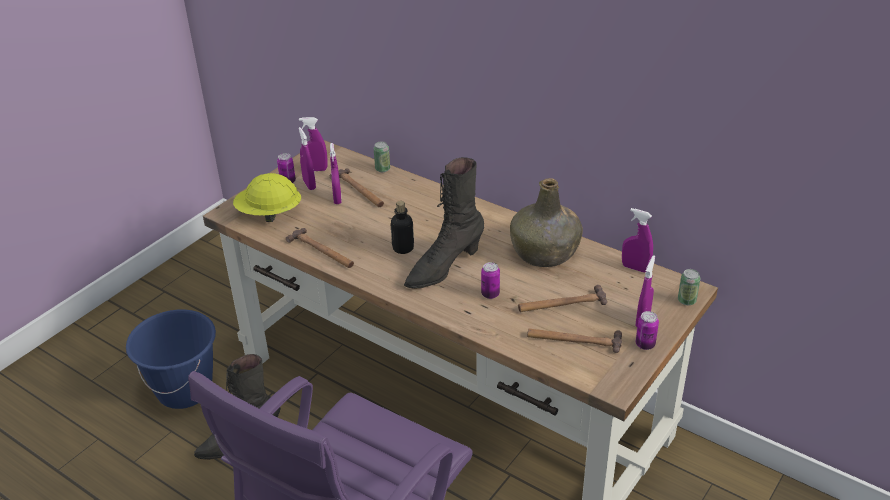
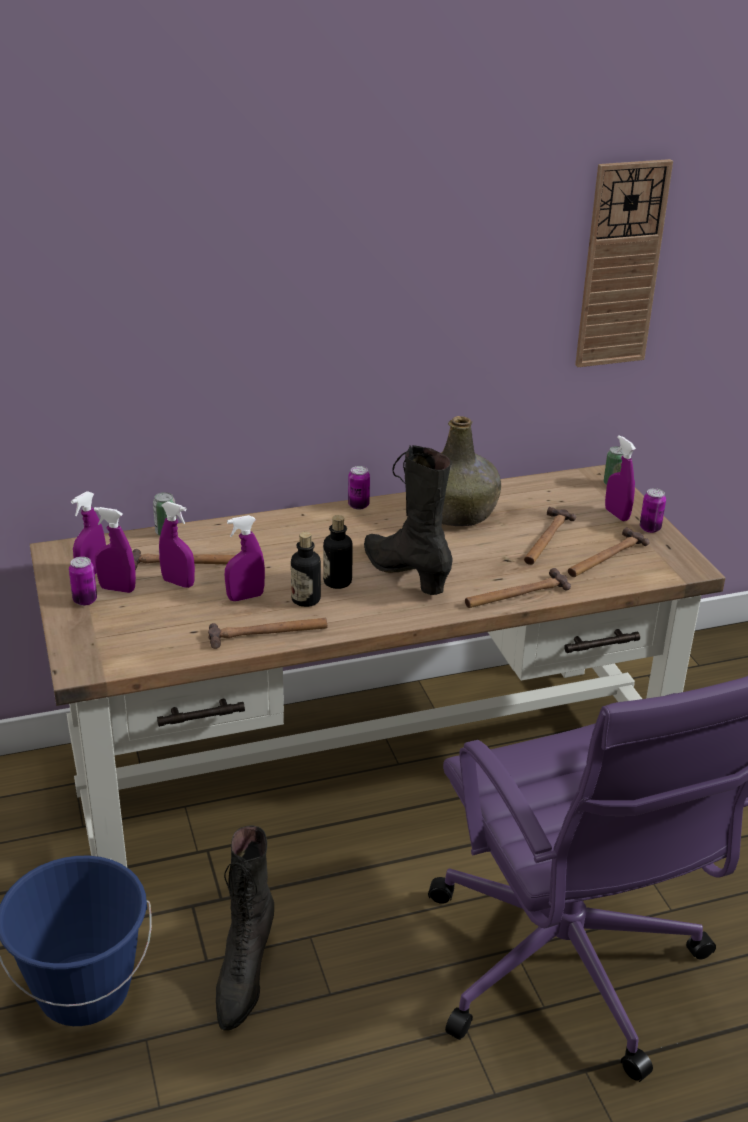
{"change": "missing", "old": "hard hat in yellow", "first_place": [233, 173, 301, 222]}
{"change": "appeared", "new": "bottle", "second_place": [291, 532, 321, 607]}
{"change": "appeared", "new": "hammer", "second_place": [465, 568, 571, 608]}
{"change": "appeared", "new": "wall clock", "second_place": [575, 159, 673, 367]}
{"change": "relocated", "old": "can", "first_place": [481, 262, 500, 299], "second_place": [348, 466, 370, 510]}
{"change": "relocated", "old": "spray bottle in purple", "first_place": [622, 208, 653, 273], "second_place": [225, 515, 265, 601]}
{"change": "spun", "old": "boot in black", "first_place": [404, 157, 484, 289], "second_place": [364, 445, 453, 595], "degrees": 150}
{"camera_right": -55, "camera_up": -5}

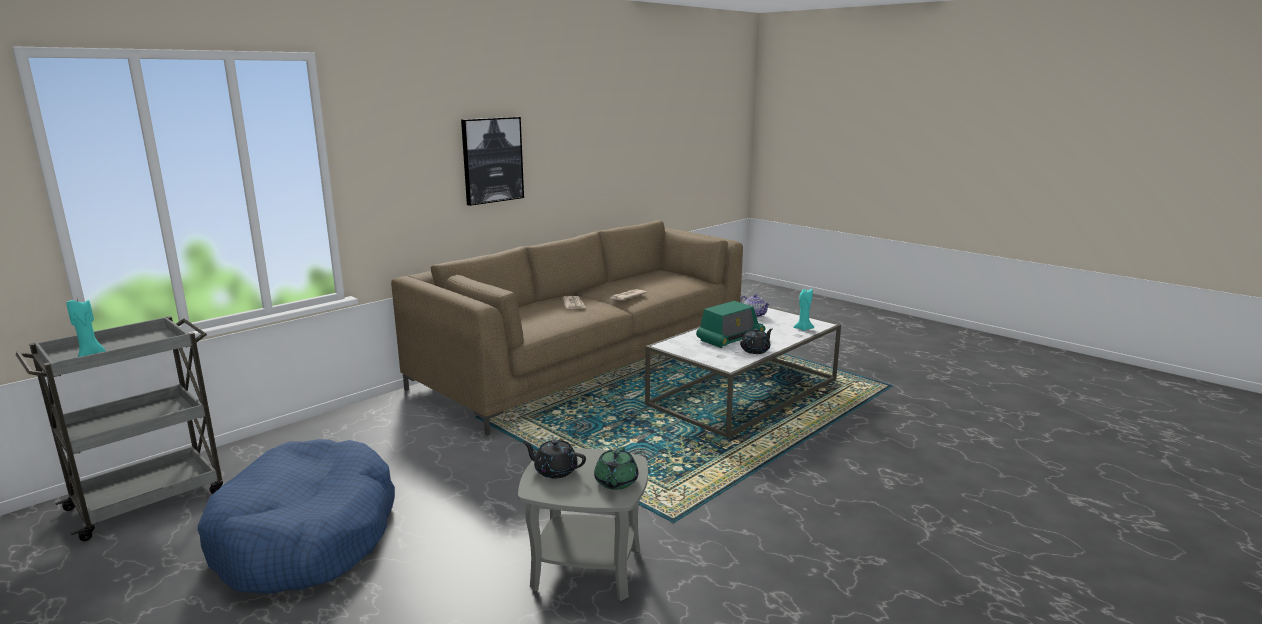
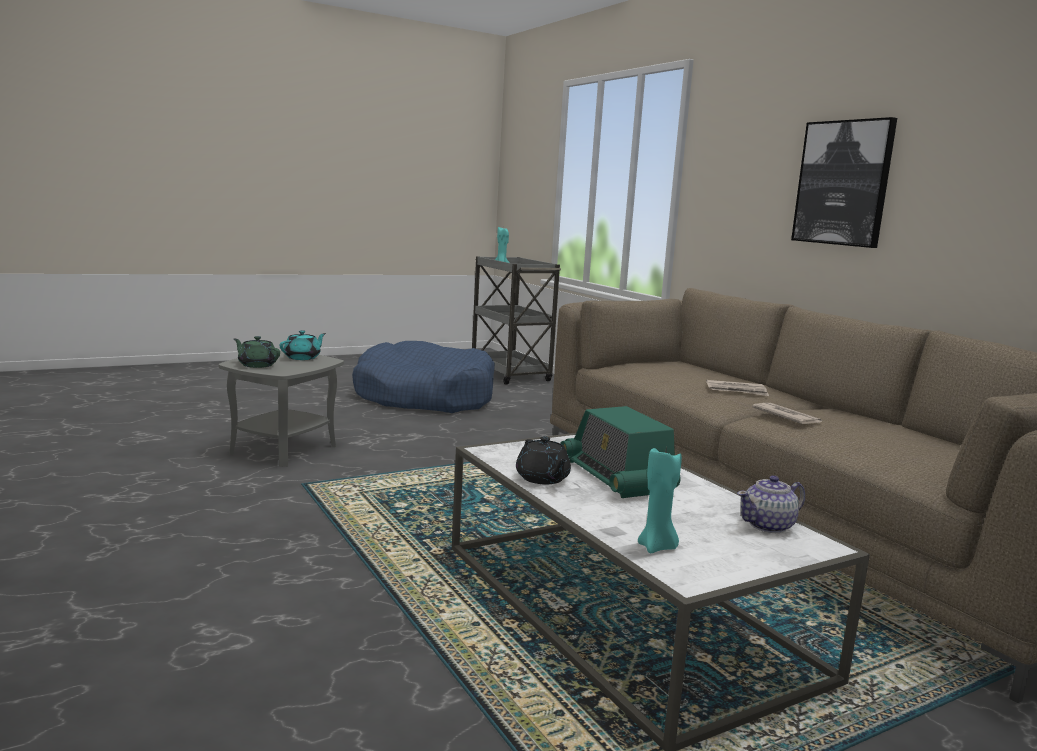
{"change": "colour", "old": "teapot in black", "new": "teapot in turquoise", "first_place": [522, 440, 586, 478], "second_place": [280, 330, 326, 360]}
{"camera_right": 105, "camera_up": -5}

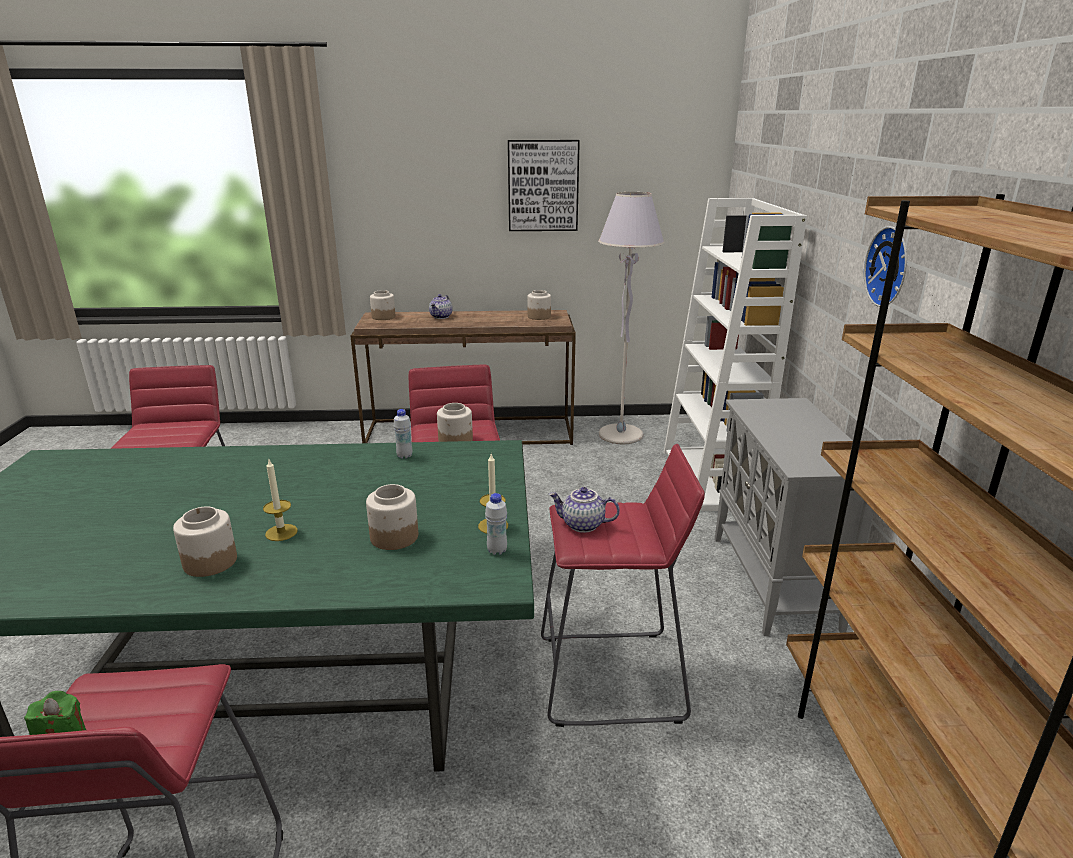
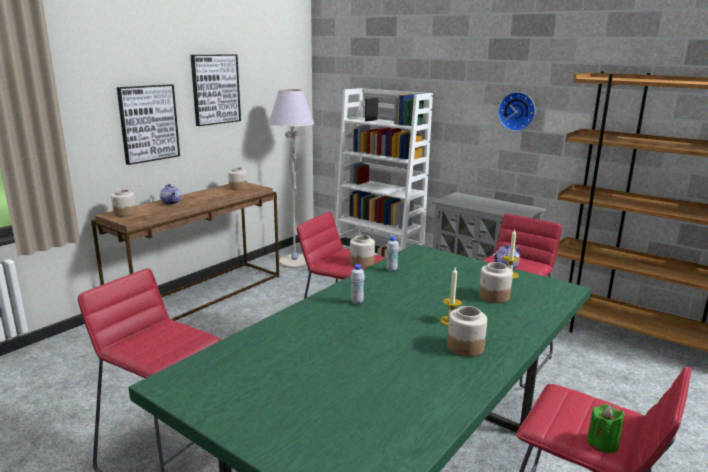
{"change": "appeared", "new": "picture", "second_place": [117, 84, 180, 165]}
{"change": "relocated", "old": "bottle in white", "first_place": [485, 493, 507, 555], "second_place": [351, 264, 365, 305]}
{"camera_right": -50, "camera_up": -5}

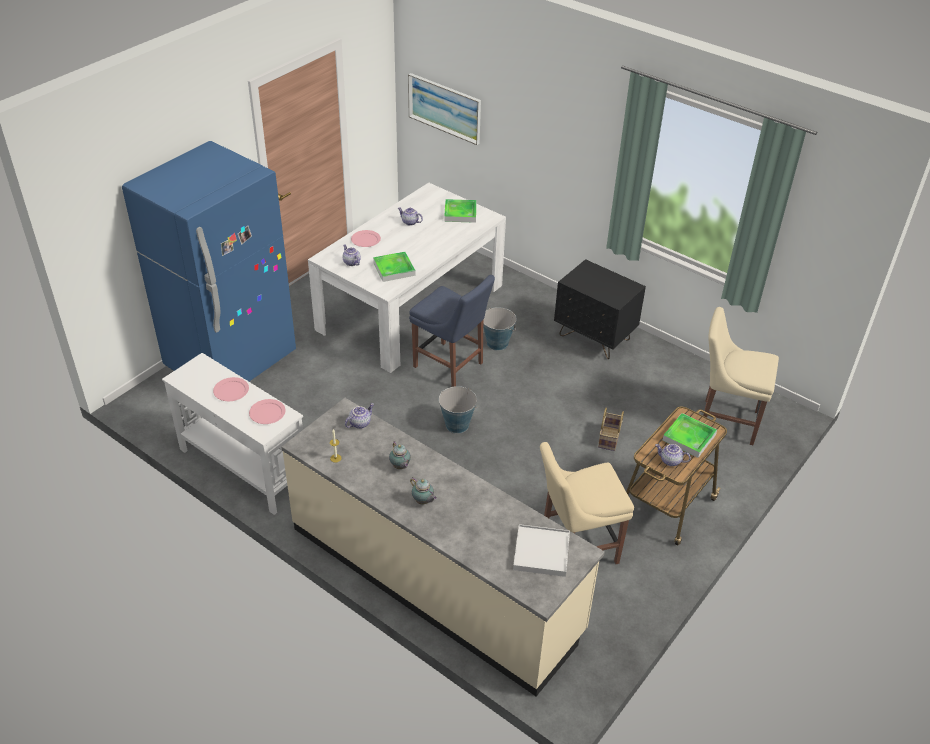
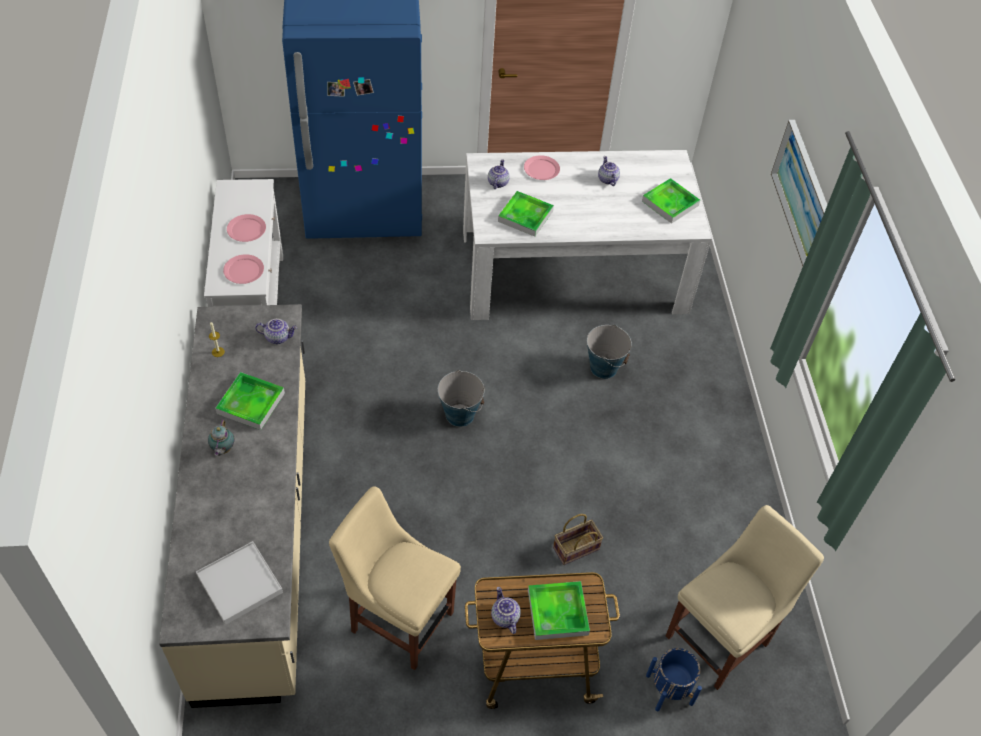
{"change": "missing", "old": "chair in blue", "first_place": [409, 275, 495, 387]}
{"change": "missing", "old": "nightstand in black", "first_place": [554, 259, 646, 359]}
{"change": "appeared", "new": "planter in blue", "second_place": [646, 648, 702, 712]}
{"change": "relocated", "old": "picture", "first_place": [408, 73, 481, 145], "second_place": [771, 120, 827, 266]}
{"change": "exchanged", "old": "teapot", "new": "tray", "first_place": [389, 442, 411, 469], "second_place": [215, 372, 285, 430]}
{"change": "spun", "old": "chair in beige", "first_place": [703, 307, 779, 445], "second_place": [666, 505, 824, 690], "degrees": 75}
{"camera_right": 45, "camera_up": 10}

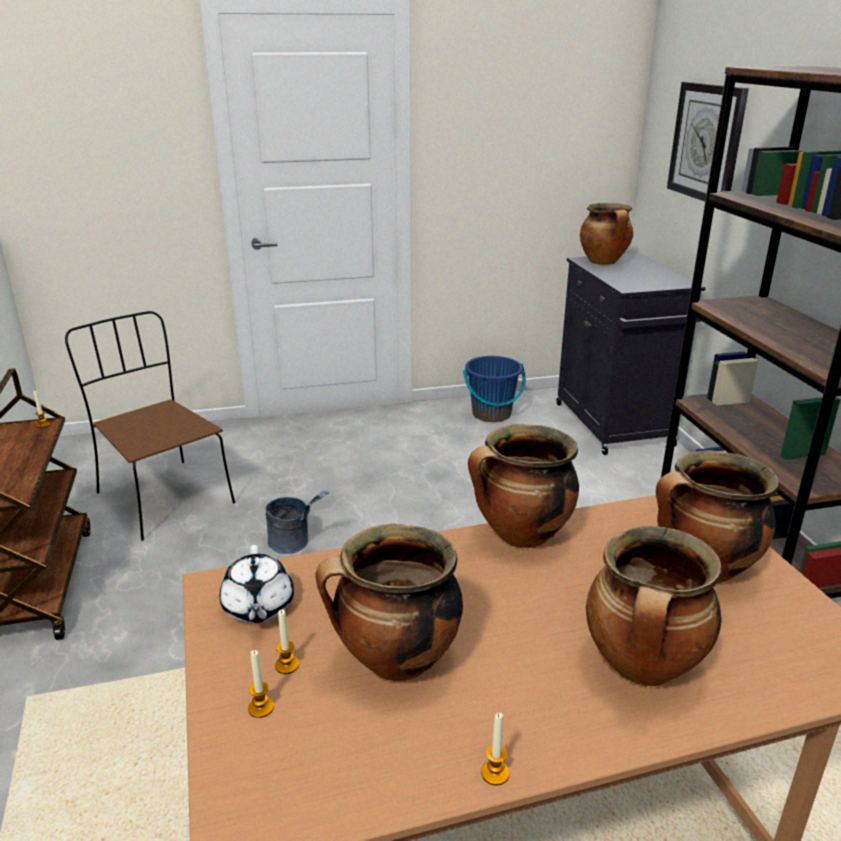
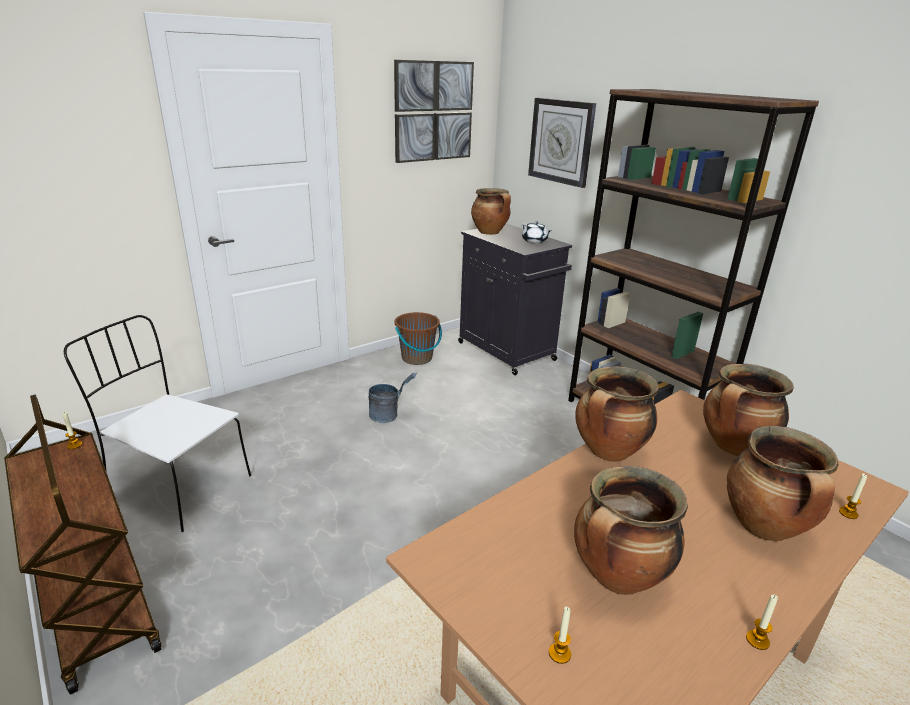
{"change": "appeared", "new": "picture", "second_place": [394, 60, 474, 163]}
{"change": "relocated", "old": "teapot in white", "first_place": [220, 545, 294, 623], "second_place": [522, 221, 551, 244]}
{"change": "relocated", "old": "bucket in grey", "first_place": [266, 491, 329, 554], "second_place": [369, 373, 417, 423]}
{"change": "relocated", "old": "candle", "first_place": [275, 609, 299, 674], "second_place": [839, 474, 867, 519]}
{"change": "colour", "old": "chair in brown", "new": "chair in white", "first_place": [65, 311, 235, 541], "second_place": [64, 315, 251, 532]}
{"change": "colour", "old": "bucket in blue", "new": "bucket in brown", "first_place": [463, 356, 526, 422], "second_place": [395, 312, 442, 365]}
{"camera_right": -25, "camera_up": 0}

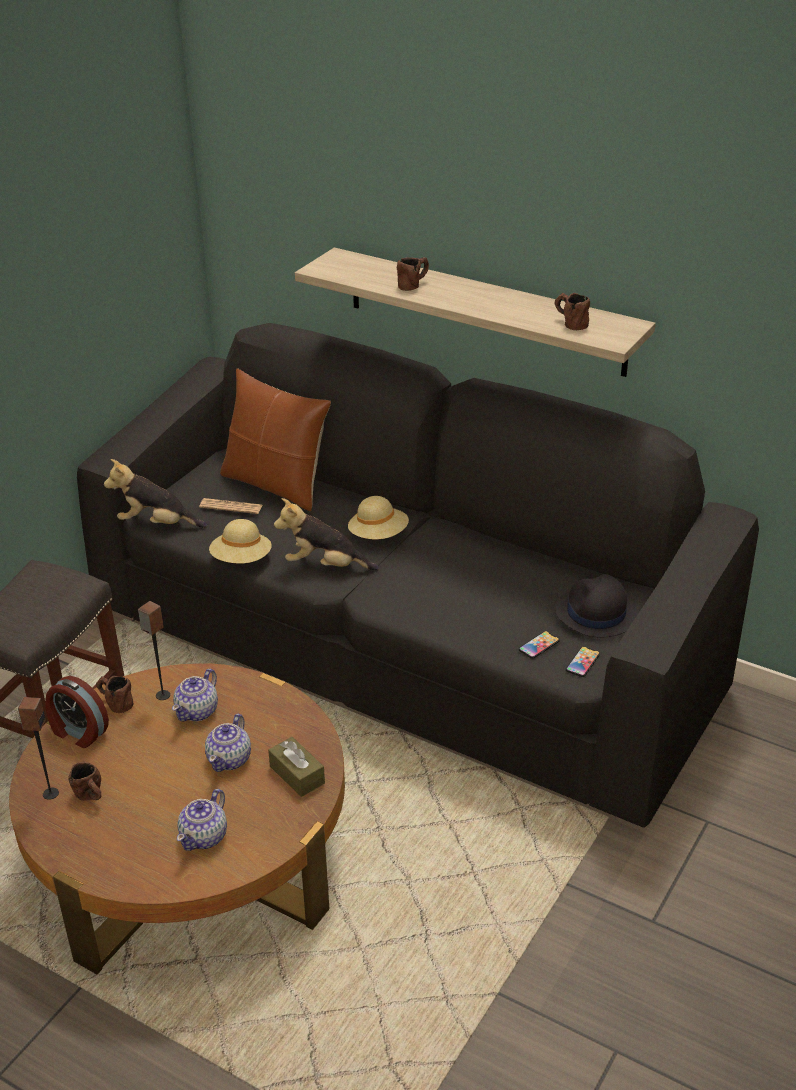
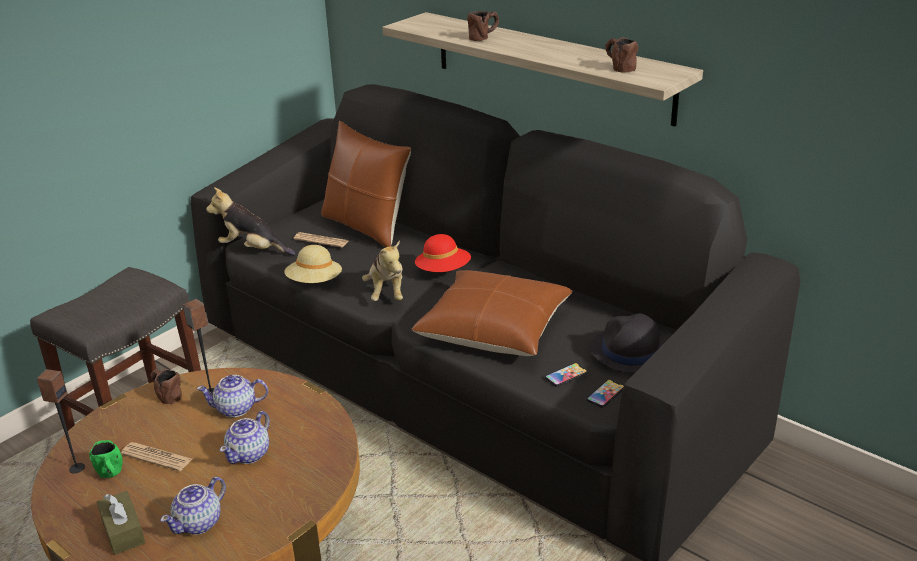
{"change": "missing", "old": "alarm clock", "first_place": [45, 676, 109, 748]}
{"change": "appeared", "new": "newspaper", "second_place": [121, 442, 192, 471]}
{"change": "appeared", "new": "pillow in brown", "second_place": [412, 270, 572, 356]}
{"change": "relocated", "old": "tissue box in brown", "first_place": [268, 737, 325, 797], "second_place": [97, 491, 145, 555]}
{"change": "colour", "old": "mug in brown", "new": "mug in green", "first_place": [68, 762, 101, 801], "second_place": [89, 440, 123, 478]}
{"change": "colour", "old": "hat in beige", "new": "hat in red", "first_place": [348, 496, 409, 539], "second_place": [415, 234, 471, 272]}
{"change": "spun", "old": "teapot", "first_place": [172, 669, 218, 721], "second_place": [197, 375, 268, 417], "degrees": 45}
{"change": "spun", "old": "plush toy", "first_place": [274, 498, 379, 570], "second_place": [362, 240, 403, 301], "degrees": -120}
{"camera_right": 10, "camera_up": -5}

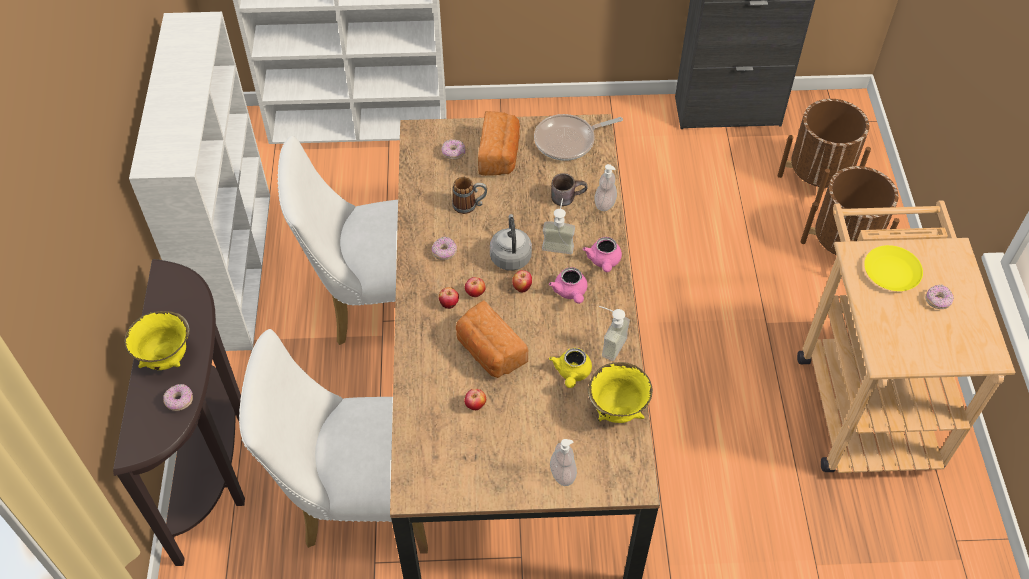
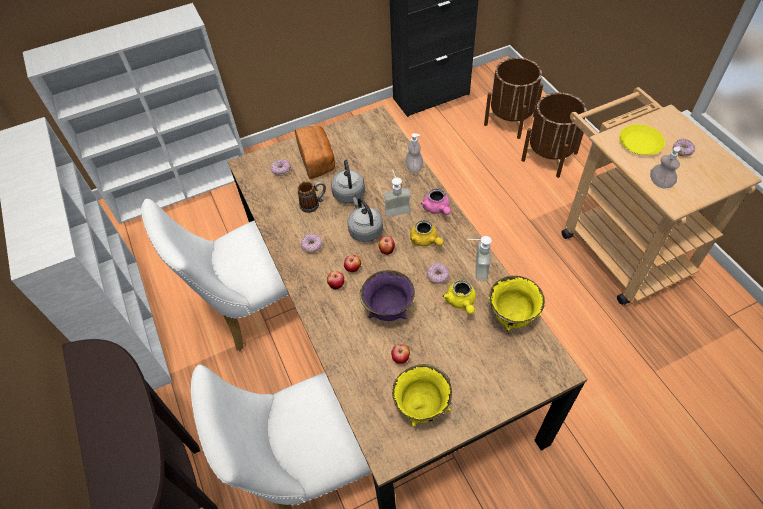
{"change": "missing", "old": "frying pan", "first_place": [534, 114, 623, 161]}
{"change": "missing", "old": "mug in brown", "first_place": [551, 173, 588, 206]}
{"change": "appeared", "new": "kettle in grey", "second_place": [331, 160, 365, 204]}
{"change": "relocated", "old": "bowl in yellow", "first_place": [124, 311, 190, 370], "second_place": [392, 364, 452, 427]}
{"change": "relocated", "old": "donut", "first_place": [163, 384, 193, 411], "second_place": [427, 263, 449, 284]}
{"change": "relocated", "old": "soap dispenser", "first_place": [550, 439, 577, 486], "second_place": [650, 147, 681, 189]}
{"change": "exchanged", "old": "bread", "new": "bowl in purple", "first_place": [456, 300, 528, 378], "second_place": [360, 270, 415, 321]}
{"change": "colour", "old": "teapot in pink", "new": "teapot in yellow", "first_place": [549, 267, 587, 304], "second_place": [410, 220, 444, 246]}
{"camera_right": -20, "camera_up": 0}

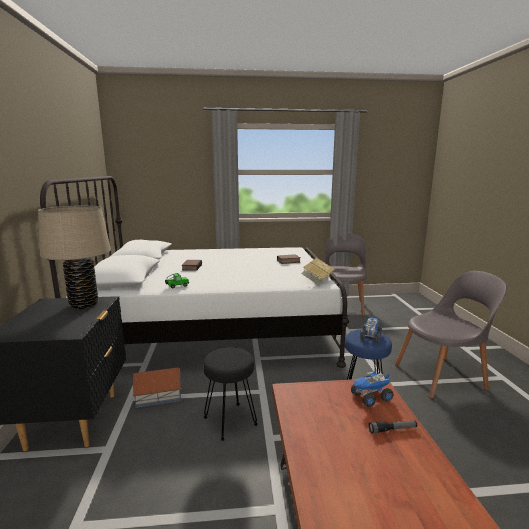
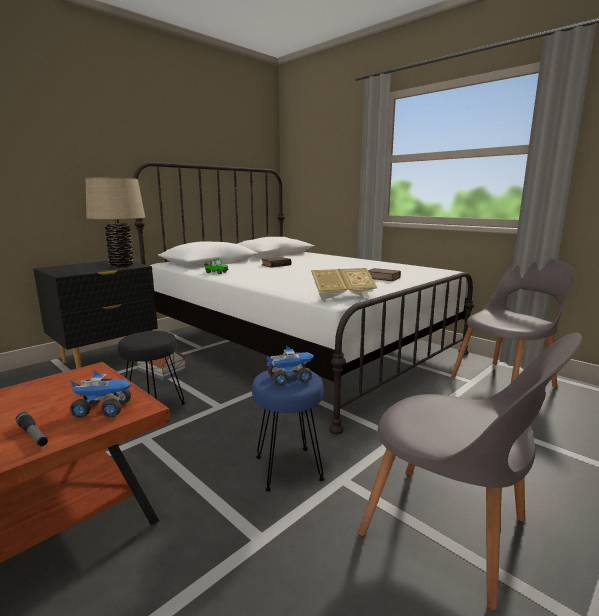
{"change": "spun", "old": "toy truck", "first_place": [351, 370, 394, 407], "second_place": [70, 370, 131, 418], "degrees": 150}
{"camera_right": 50, "camera_up": 0}

